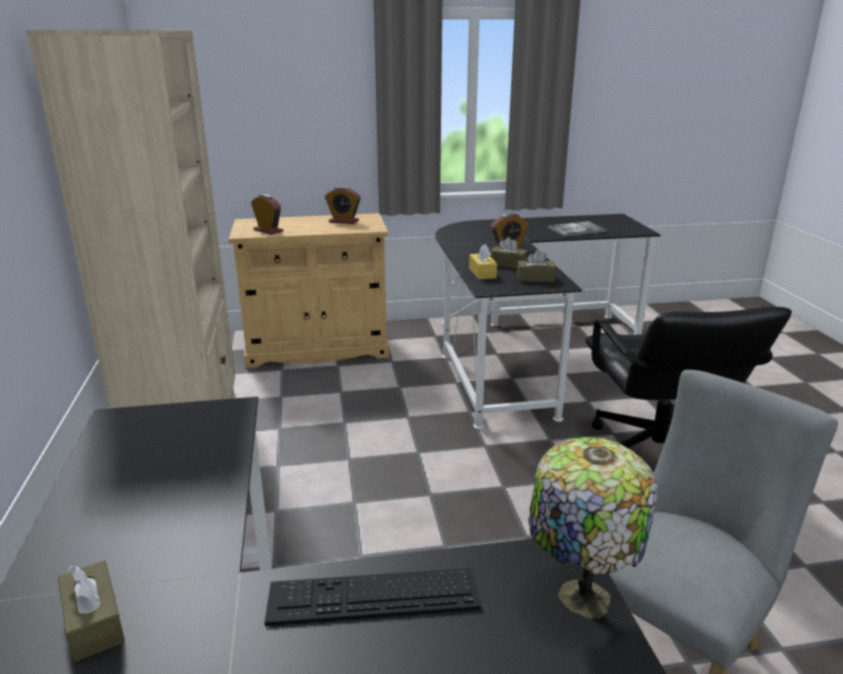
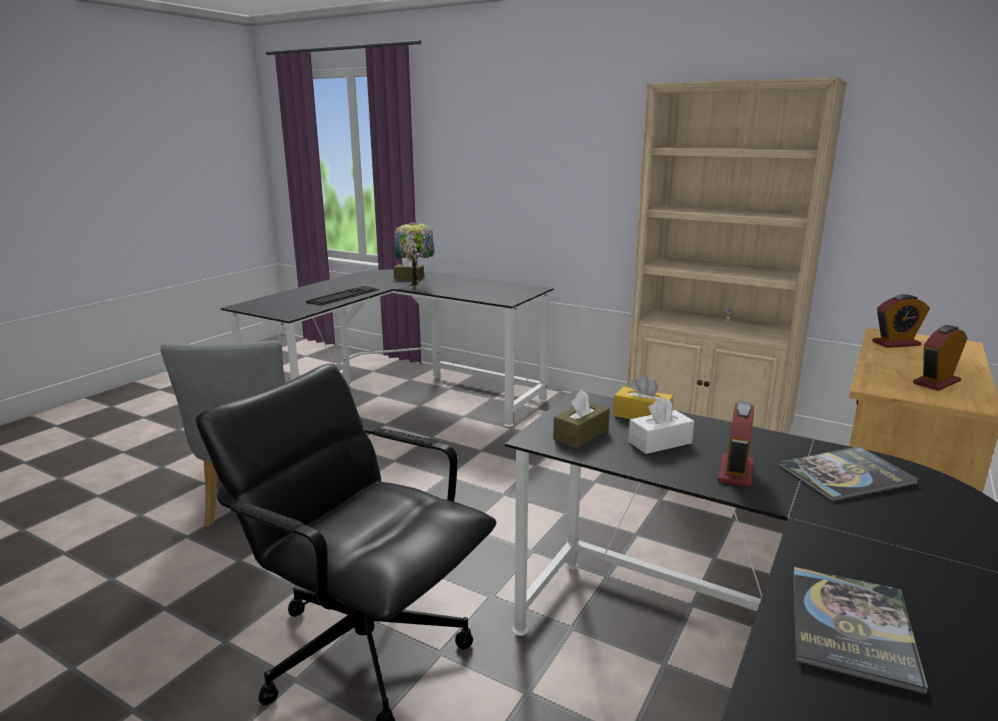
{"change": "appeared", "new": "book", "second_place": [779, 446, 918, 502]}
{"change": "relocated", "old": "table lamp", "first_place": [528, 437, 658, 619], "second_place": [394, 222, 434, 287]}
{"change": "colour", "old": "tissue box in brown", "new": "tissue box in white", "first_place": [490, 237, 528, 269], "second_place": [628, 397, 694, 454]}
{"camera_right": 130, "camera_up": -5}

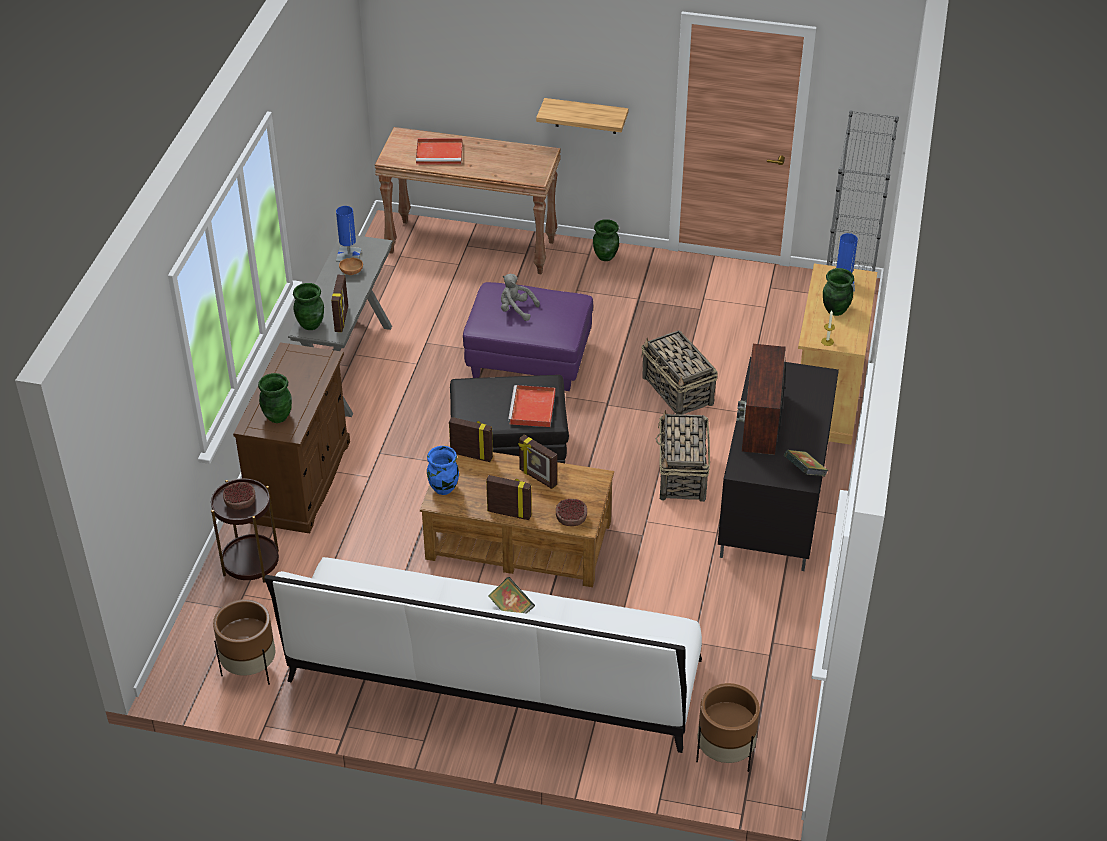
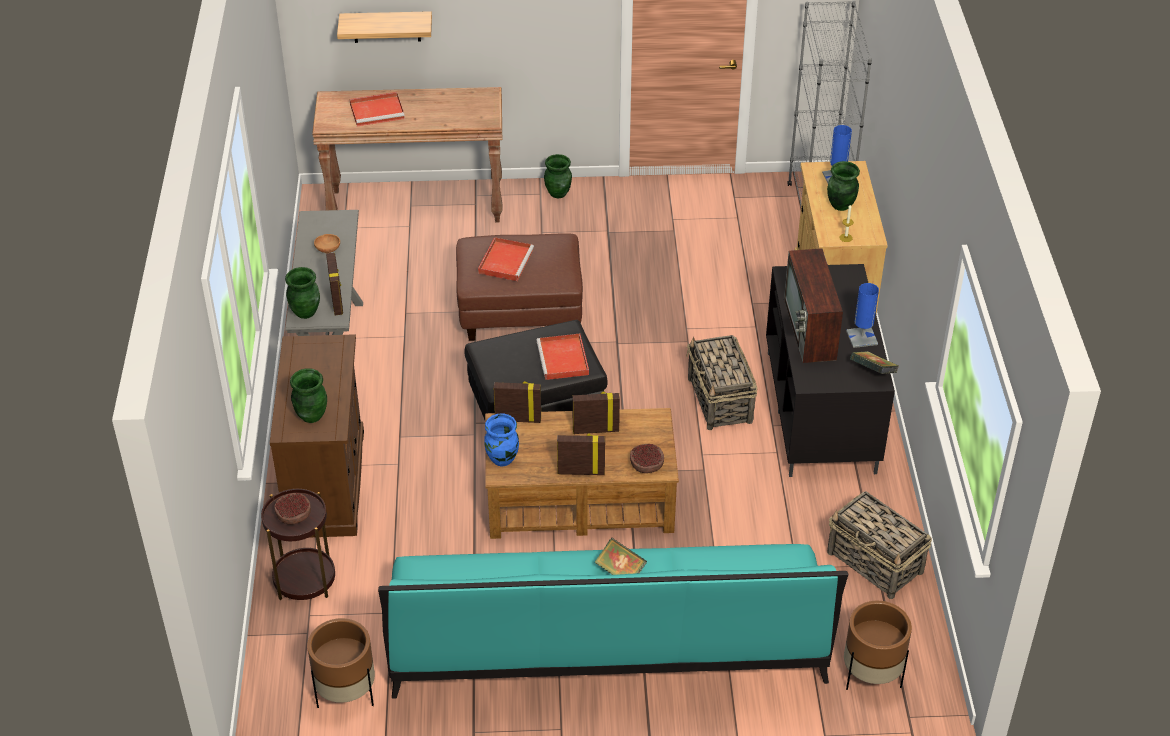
{"change": "relocated", "old": "table lamp in blue", "first_place": [336, 206, 362, 262], "second_place": [846, 283, 879, 348]}
{"change": "relocated", "old": "shelf", "first_place": [536, 98, 628, 134], "second_place": [337, 11, 432, 43]}
{"change": "relocated", "old": "basket", "first_place": [641, 330, 718, 415], "second_place": [827, 491, 932, 599]}
{"change": "exchanged", "old": "plush toy in grey", "new": "tray in red", "first_place": [501, 274, 540, 321], "second_place": [478, 237, 534, 281]}
{"change": "colour", "old": "sofa in white", "new": "sofa in turquoise", "first_place": [264, 557, 702, 753], "second_place": [378, 544, 849, 699]}
{"change": "colour", "old": "ottoman in purple", "new": "ottoman in brown", "first_place": [463, 282, 593, 391], "second_place": [456, 233, 583, 341]}
{"change": "spun", "old": "picture frame", "first_place": [518, 435, 557, 489], "second_place": [572, 392, 620, 434], "degrees": 150}
{"camera_right": -15, "camera_up": 0}

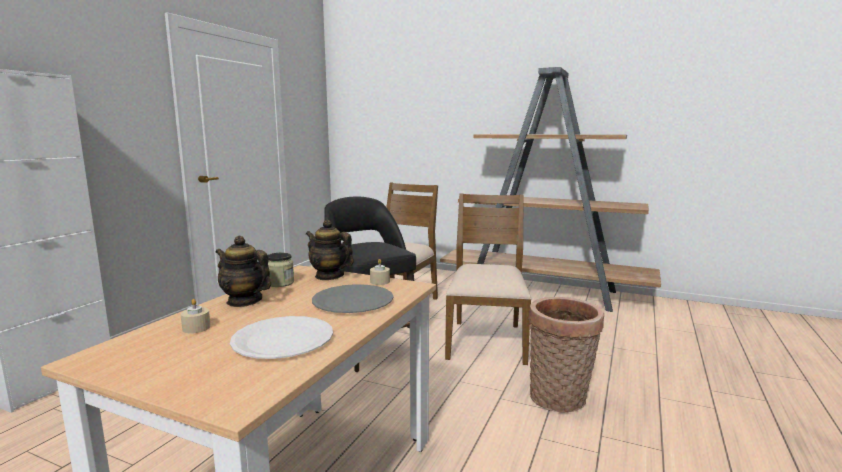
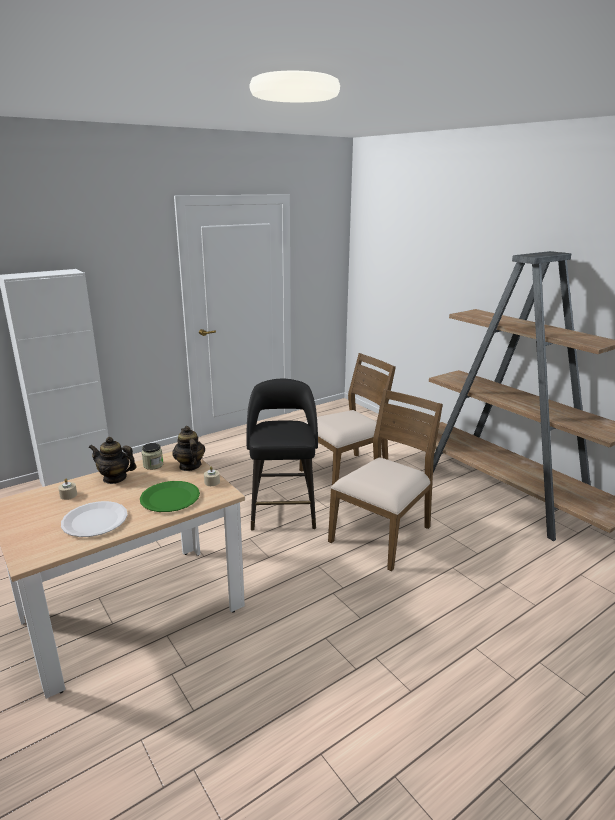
{"change": "missing", "old": "basket", "first_place": [528, 297, 604, 412]}
{"change": "colour", "old": "plate in grey", "new": "plate in green", "first_place": [312, 284, 394, 313], "second_place": [140, 481, 200, 512]}
{"change": "spun", "old": "teapot", "first_place": [216, 236, 271, 307], "second_place": [89, 437, 136, 484], "degrees": -45}
{"camera_right": 30, "camera_up": 10}

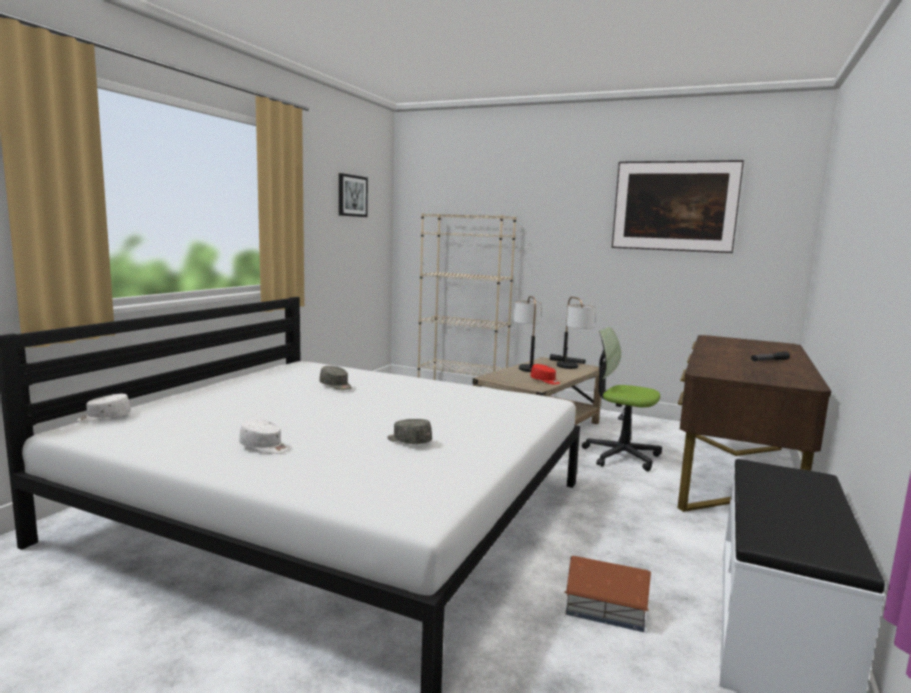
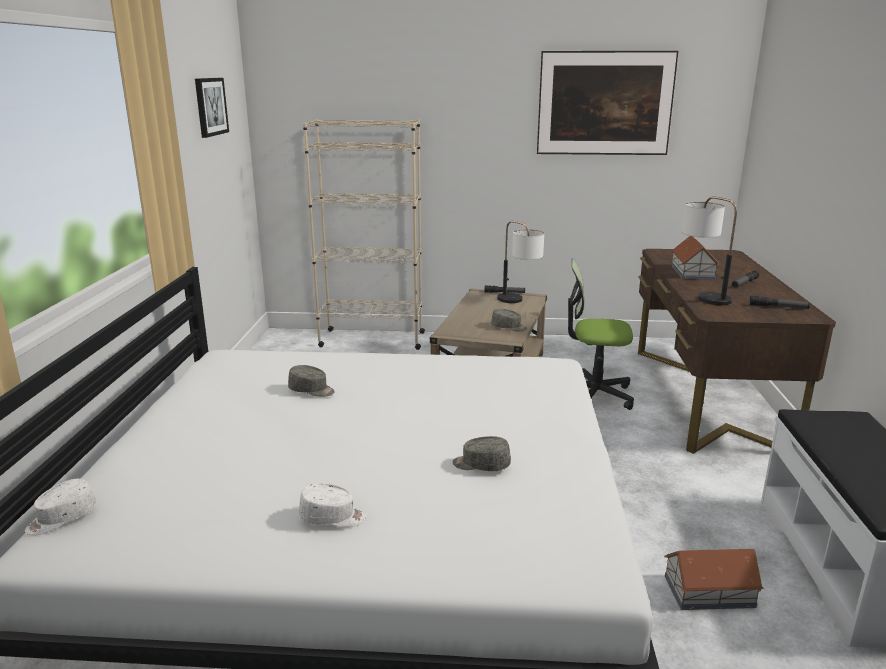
{"change": "appeared", "new": "toy house", "second_place": [671, 236, 719, 280]}
{"change": "appeared", "new": "flashlight", "second_place": [749, 296, 810, 309]}
{"change": "relocated", "old": "table lamp", "first_place": [514, 296, 541, 372], "second_place": [682, 196, 737, 306]}
{"change": "colour", "old": "cap in red", "new": "cap in grey", "first_place": [530, 364, 560, 385], "second_place": [491, 309, 527, 332]}
{"camera_right": -20, "camera_up": 10}

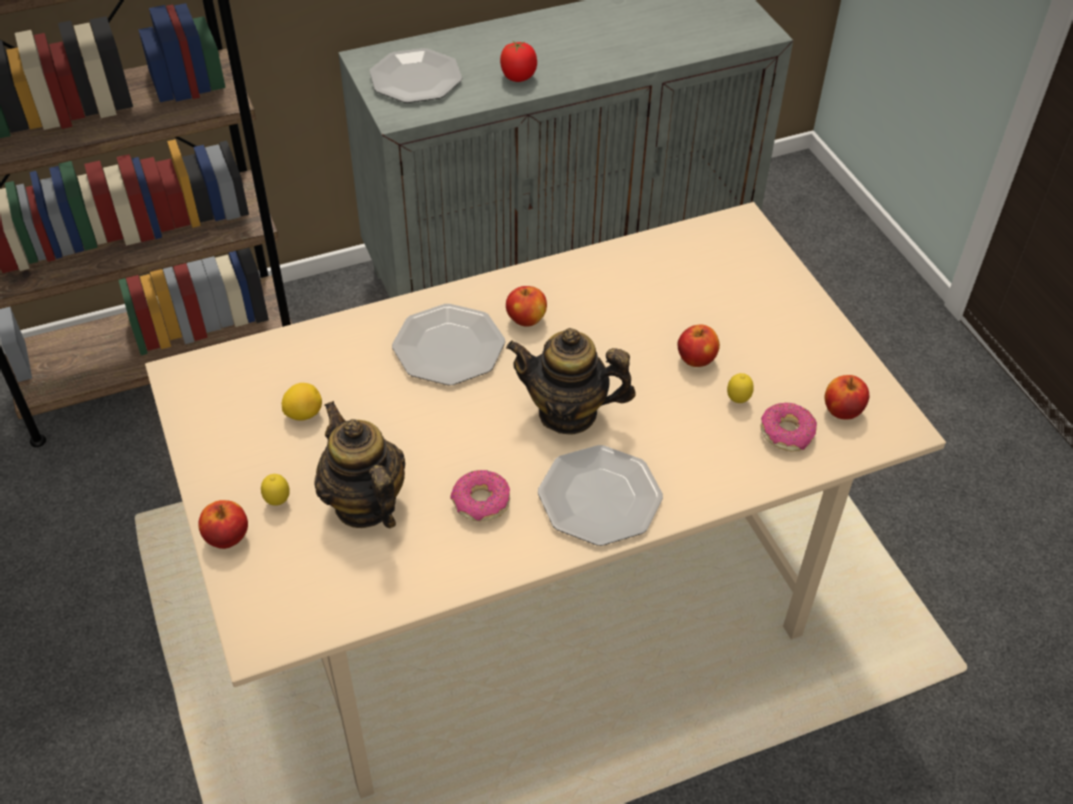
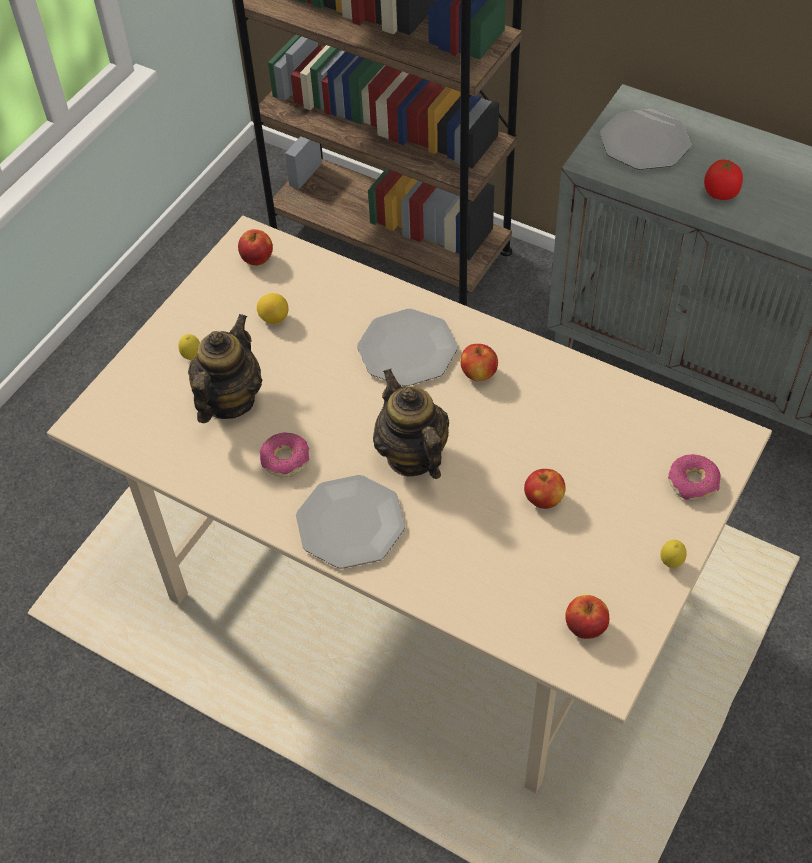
{"change": "relocated", "old": "apple", "first_place": [198, 500, 248, 549], "second_place": [238, 229, 273, 266]}
{"change": "relocated", "old": "lemon", "first_place": [727, 373, 754, 403], "second_place": [661, 540, 687, 568]}
{"change": "relocated", "old": "donut", "first_place": [760, 403, 817, 452], "second_place": [668, 454, 721, 500]}
{"camera_right": 55, "camera_up": 5}

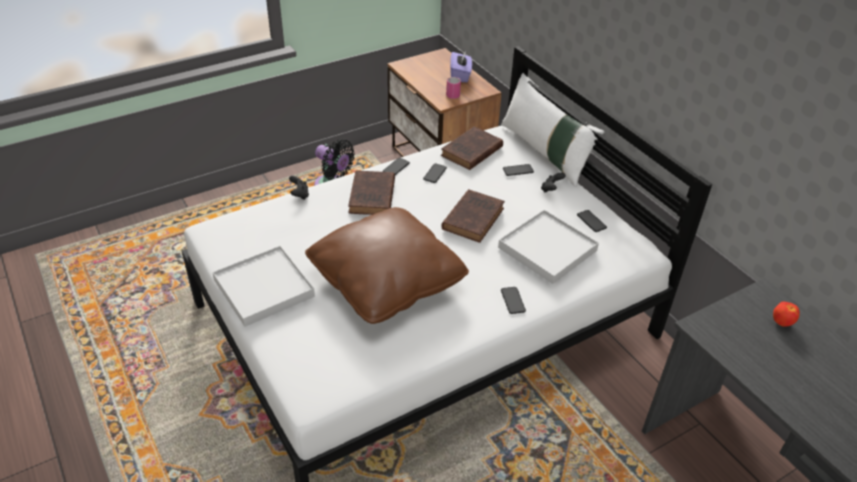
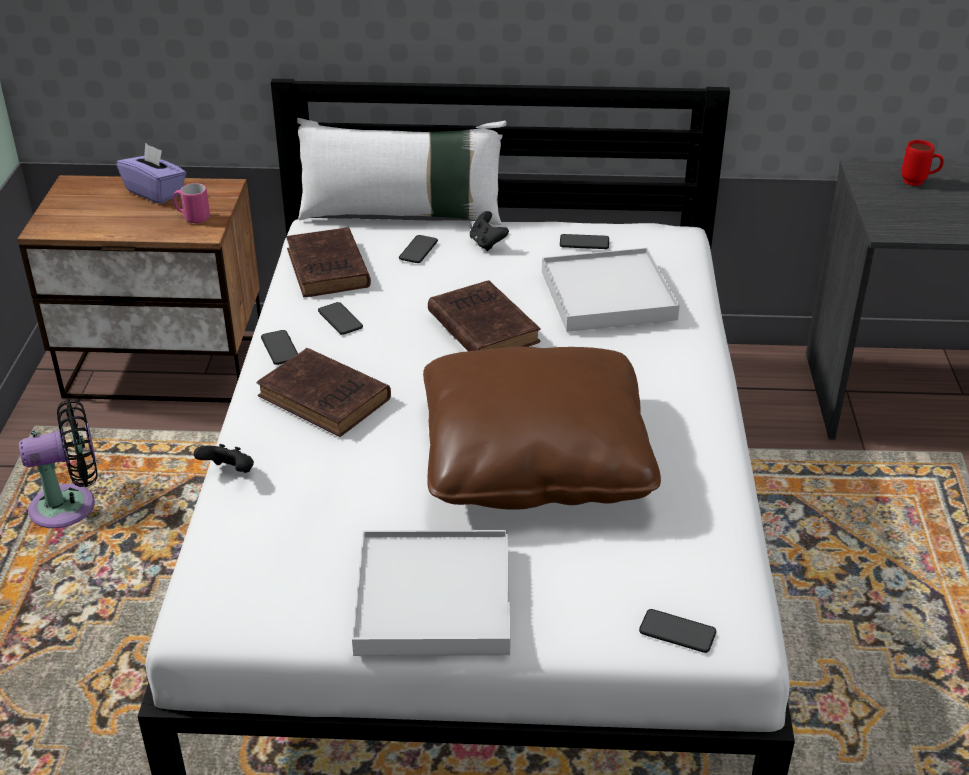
{"change": "relocated", "old": "phone", "first_place": [501, 287, 526, 314], "second_place": [639, 609, 716, 653]}
{"change": "exchanged", "old": "apple", "new": "mug in red", "first_place": [773, 302, 800, 327], "second_place": [901, 140, 944, 186]}
{"camera_right": -55, "camera_up": -5}

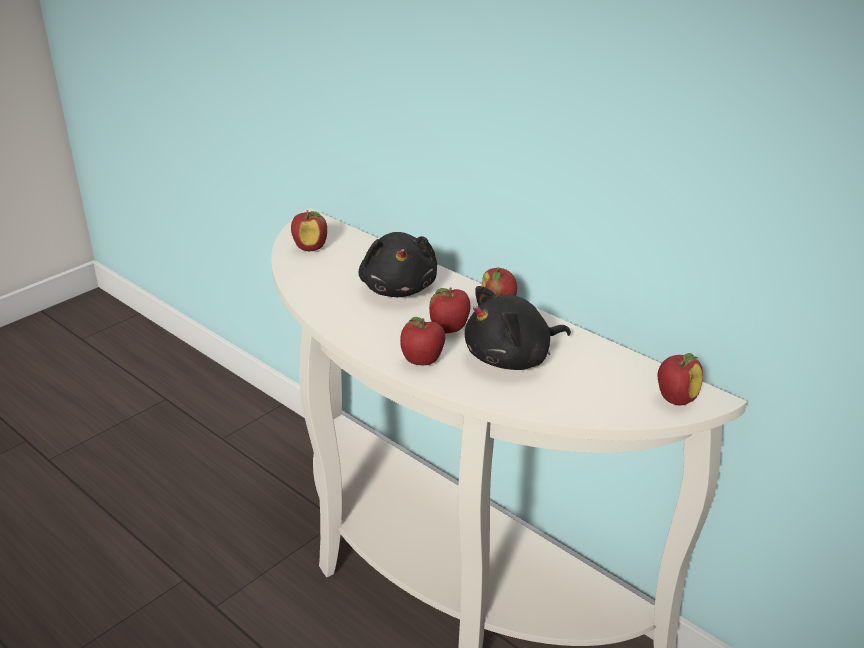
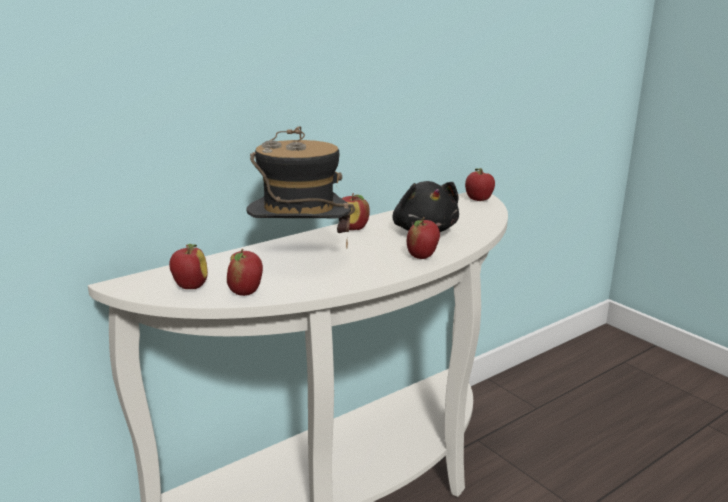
{"change": "relocated", "old": "apple", "first_place": [429, 287, 470, 333], "second_place": [227, 249, 263, 296]}
{"change": "exchanged", "old": "plush toy in black", "new": "hat", "first_place": [358, 232, 437, 297], "second_place": [247, 127, 355, 248]}
{"camera_right": -80, "camera_up": -10}

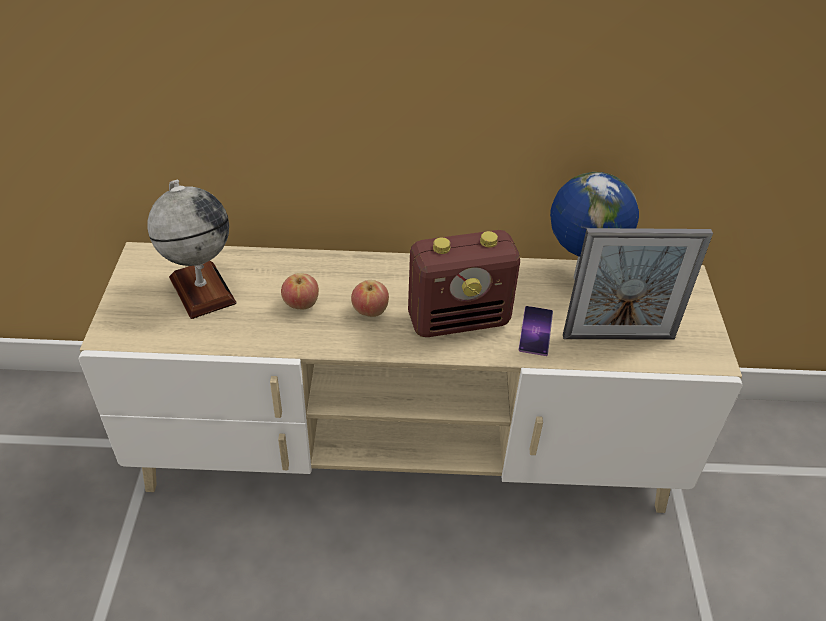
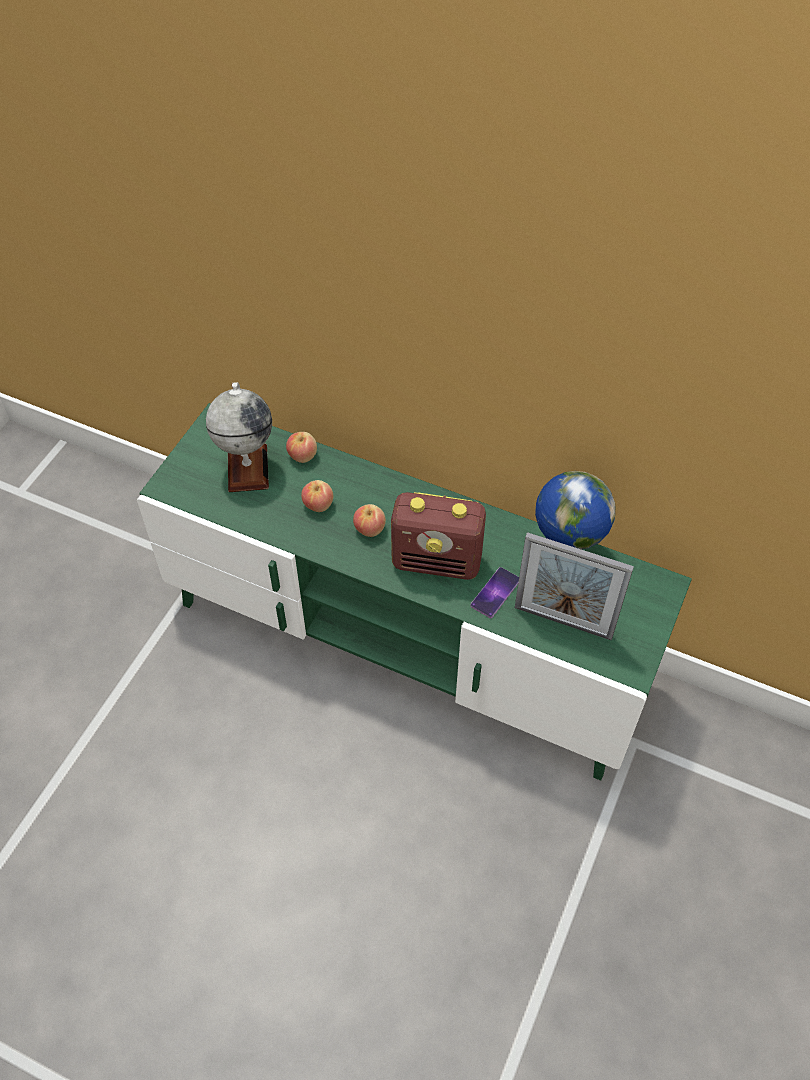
{"change": "appeared", "new": "apple", "second_place": [286, 432, 317, 463]}
{"change": "colour", "old": "tv stand in beige", "new": "tv stand in green", "first_place": [79, 242, 743, 513], "second_place": [137, 403, 692, 781]}
{"camera_right": 25, "camera_up": 10}

